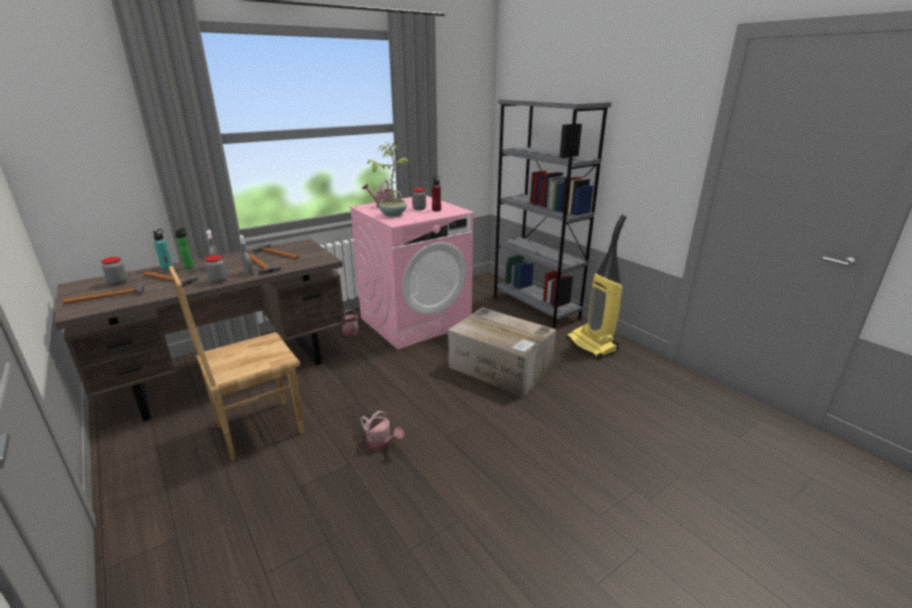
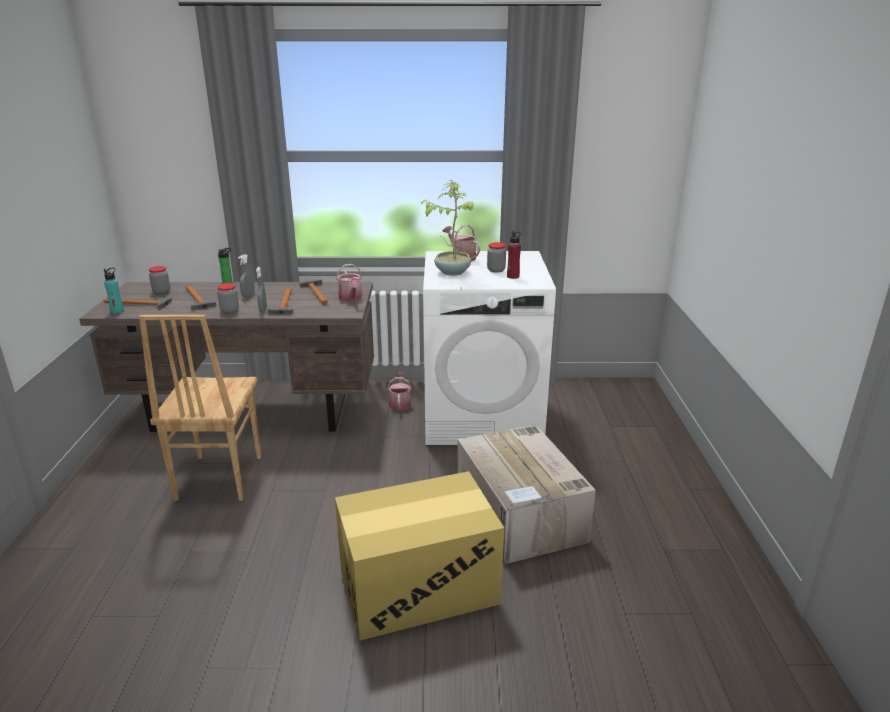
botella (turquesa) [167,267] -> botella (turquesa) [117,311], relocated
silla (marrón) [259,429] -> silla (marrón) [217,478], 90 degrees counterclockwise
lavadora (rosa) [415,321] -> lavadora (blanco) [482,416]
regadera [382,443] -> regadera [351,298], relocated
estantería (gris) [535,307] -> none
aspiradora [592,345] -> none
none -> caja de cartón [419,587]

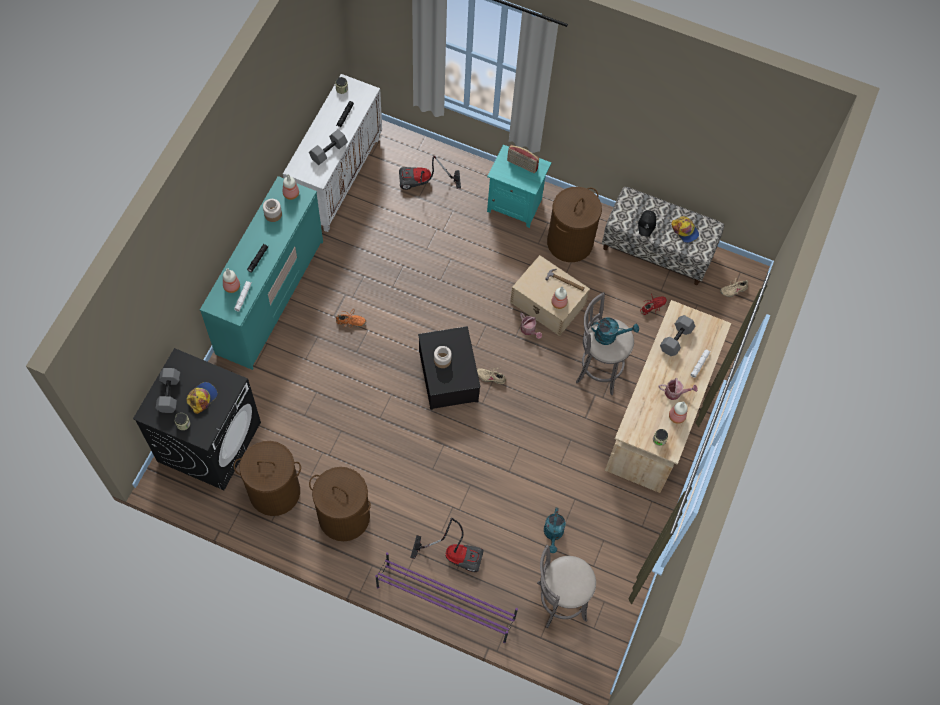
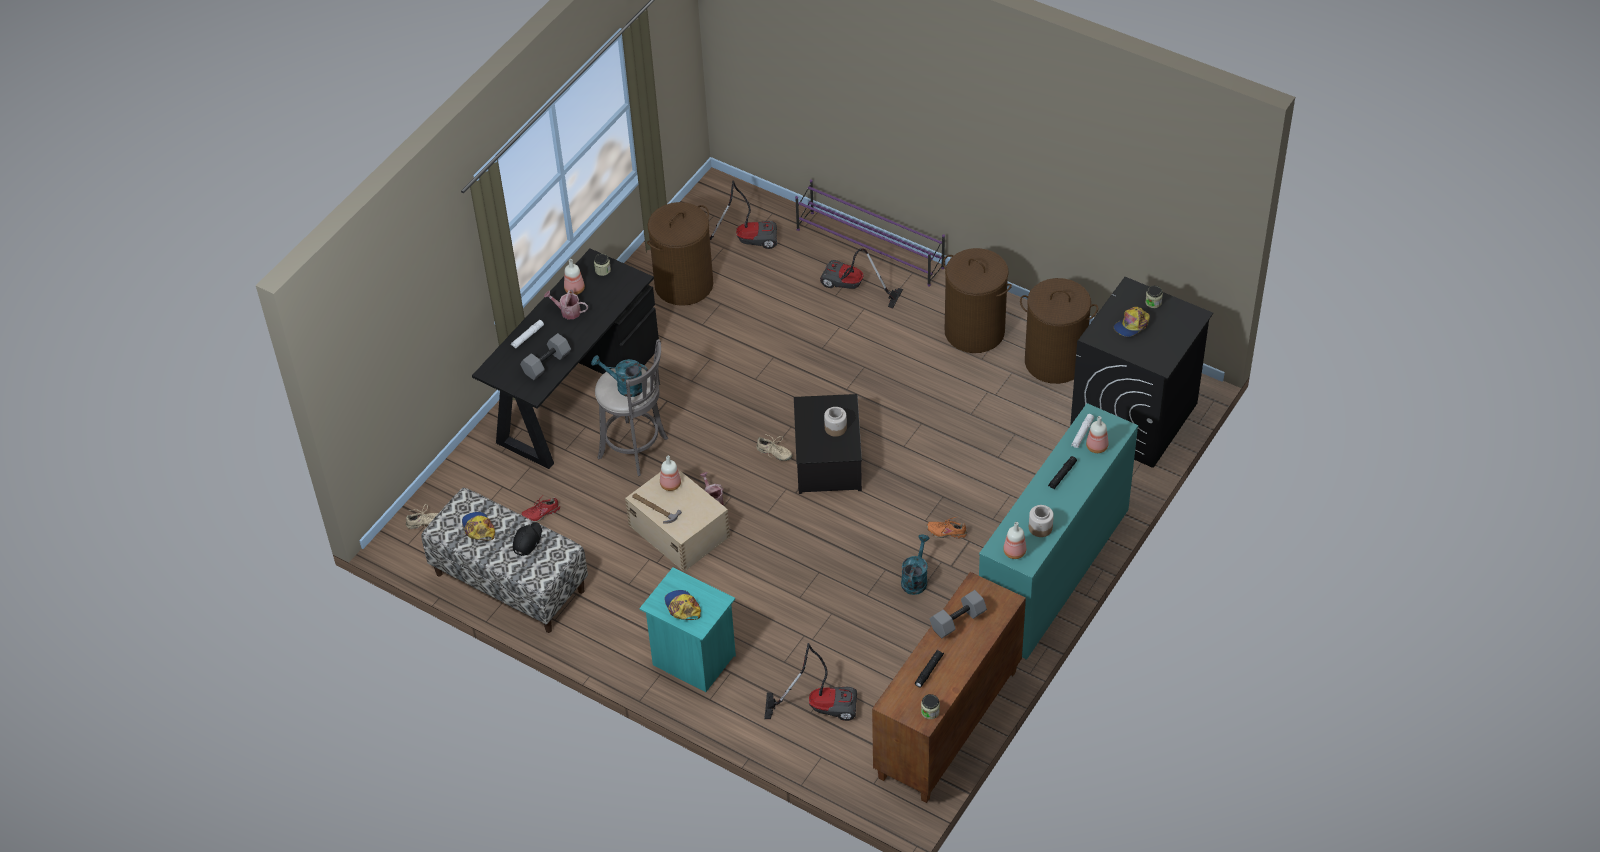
mancuerna (gris) [170,394] -> none
armario (blanco) [337,177] -> armario (marrón) [948,725]
radio [522,165] -> gorra [682,607]
taburete (gris) [558,602] -> aspiradora [746,239]
regadera (turquesa) [553,534] -> regadera (turquesa) [915,579], relocated
cesto de la ropa (marrón) [570,243] -> cesto de la ropa (marrón) [684,284], relocated
escritorio (beis) [660,414] -> escritorio (negro) [574,396]

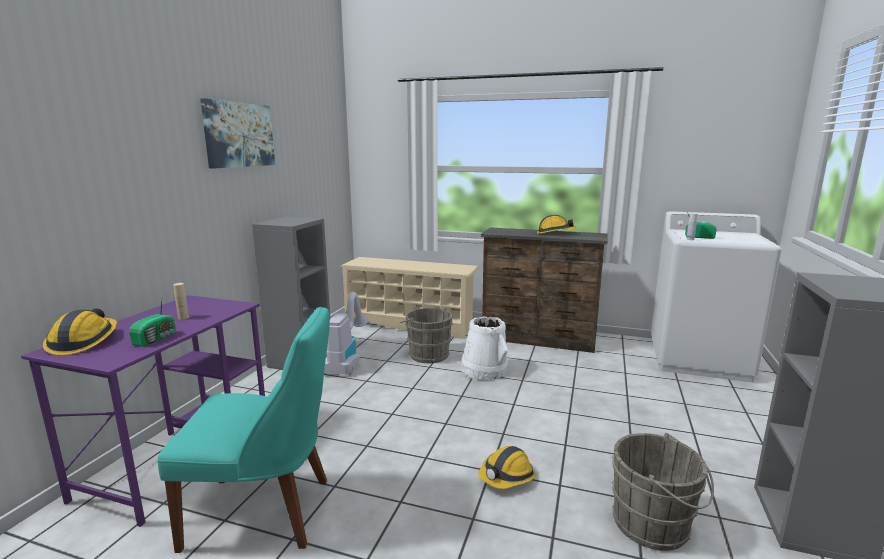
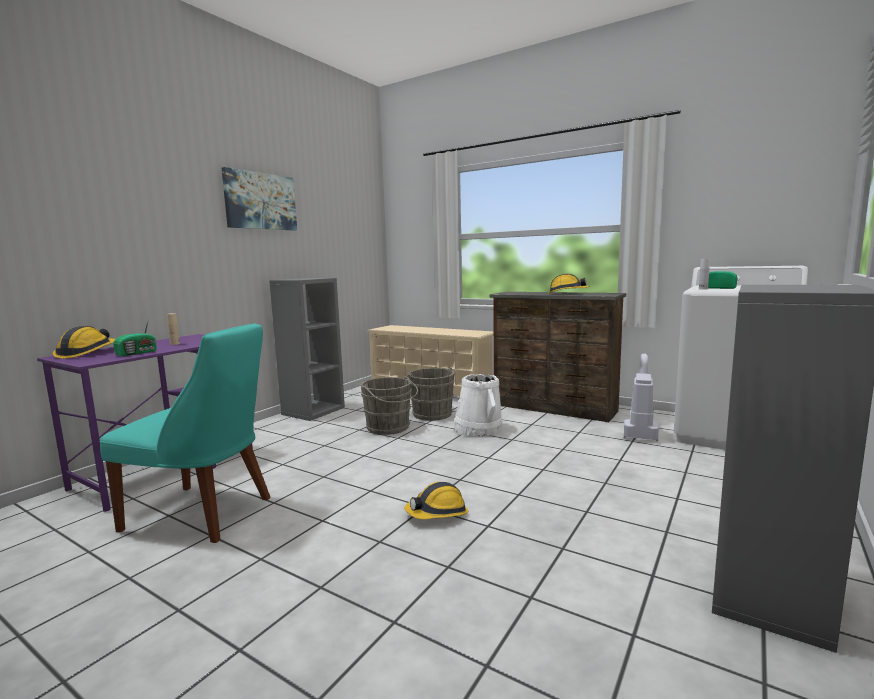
aspiradora [347,361] -> aspiradora [640,428], relocated
cubo (gris) [655,525] -> cubo (gris) [389,428], relocated

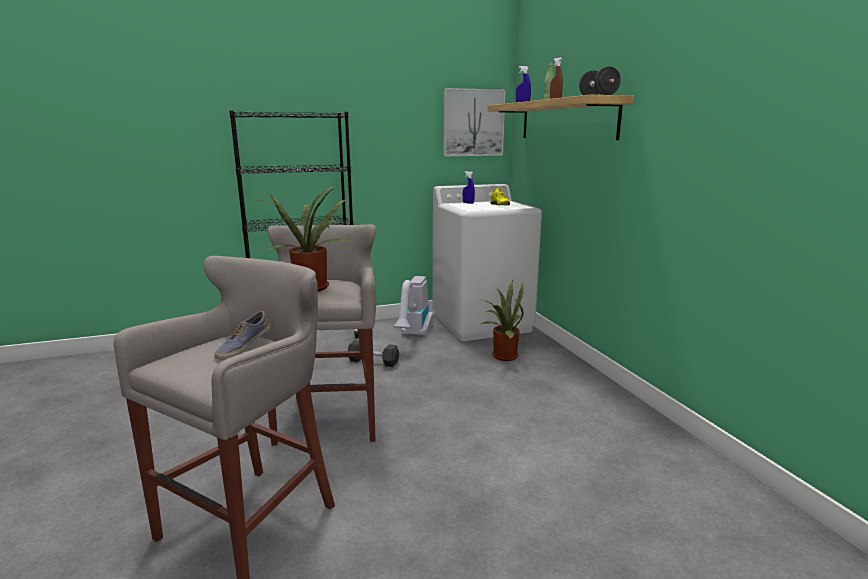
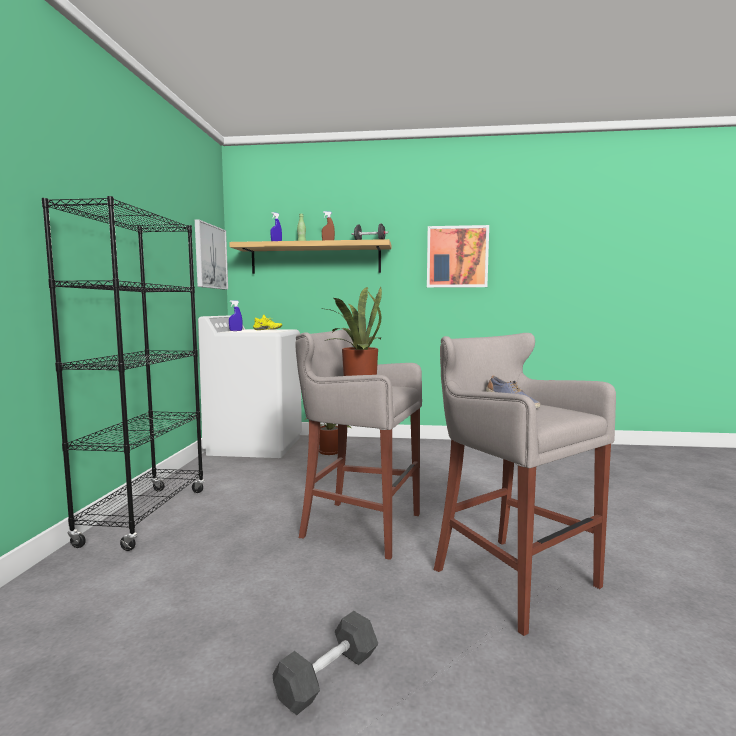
mancuerna (gris) [373,362] -> mancuerna (gris) [328,677], relocated
aspiradora [414,335] -> none
none -> cuadro [457,257]

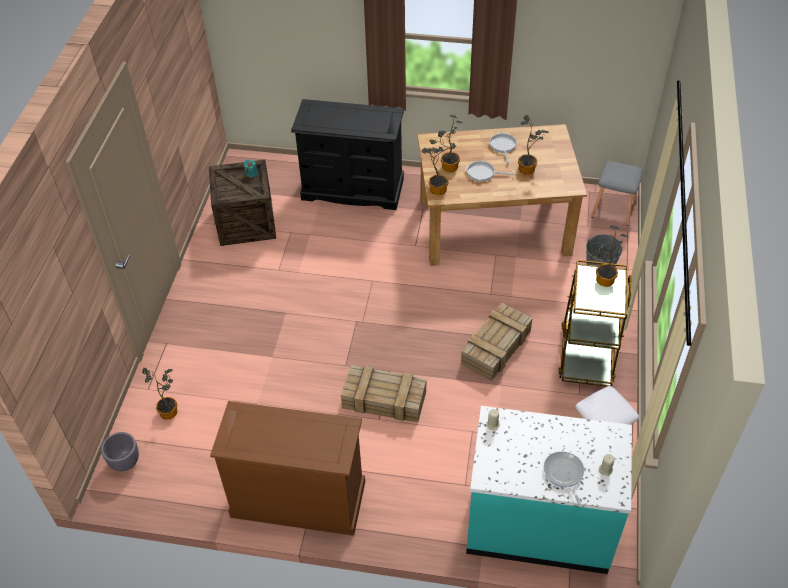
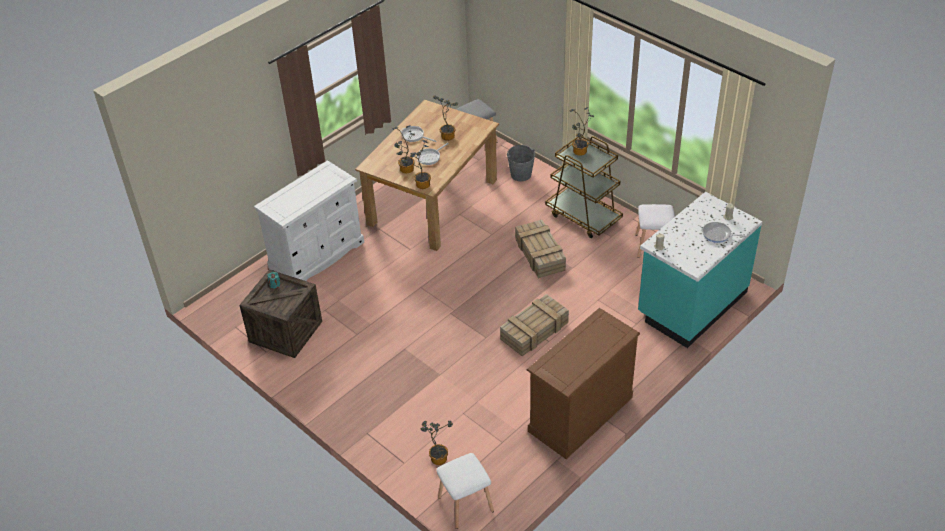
maceta (gris) [125,463] -> taburete (blanco) [465,505]
cómoda (negro) [353,189] -> cómoda (blanco) [317,255]

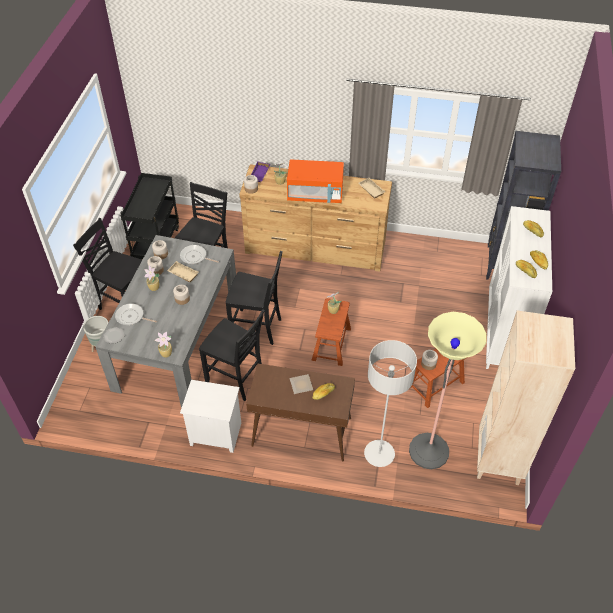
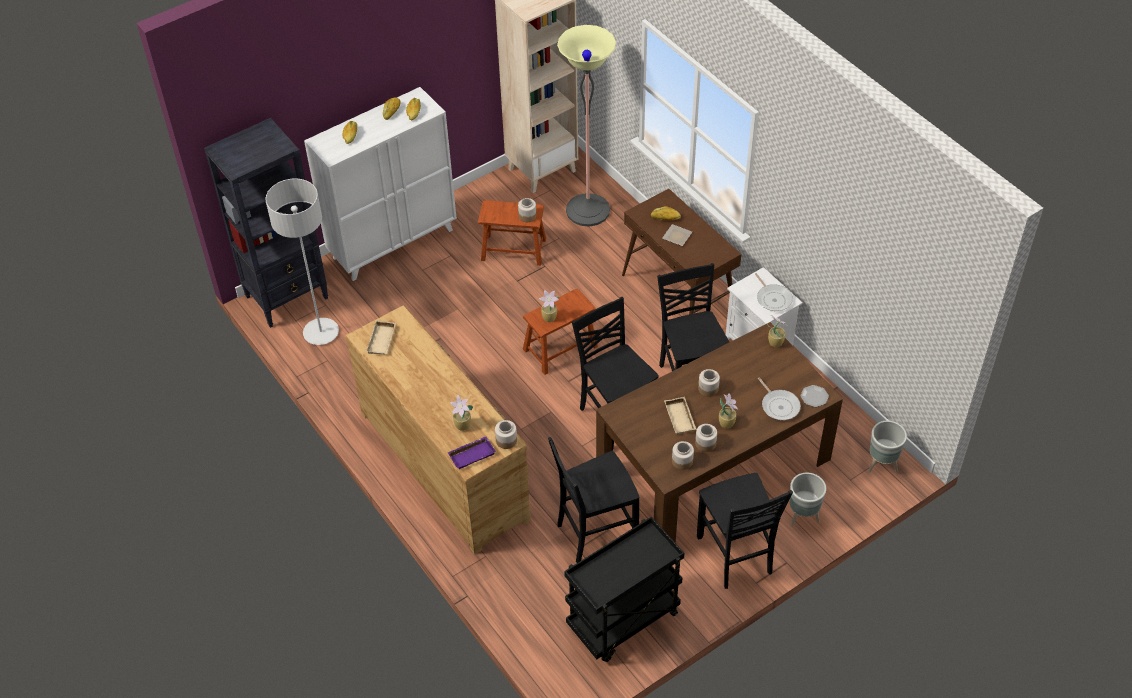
mesa de comedor (gris) [177,341] -> mesa de comedor (marrón) [713,464]
sartén [195,257] -> sartén [773,298], relocated
microondas (naranja) [315,194] -> none
lámpara de pie (gris) [379,454] -> lámpara de pie (gris) [321,332], relocated
none -> maceta (gris) [881,464]

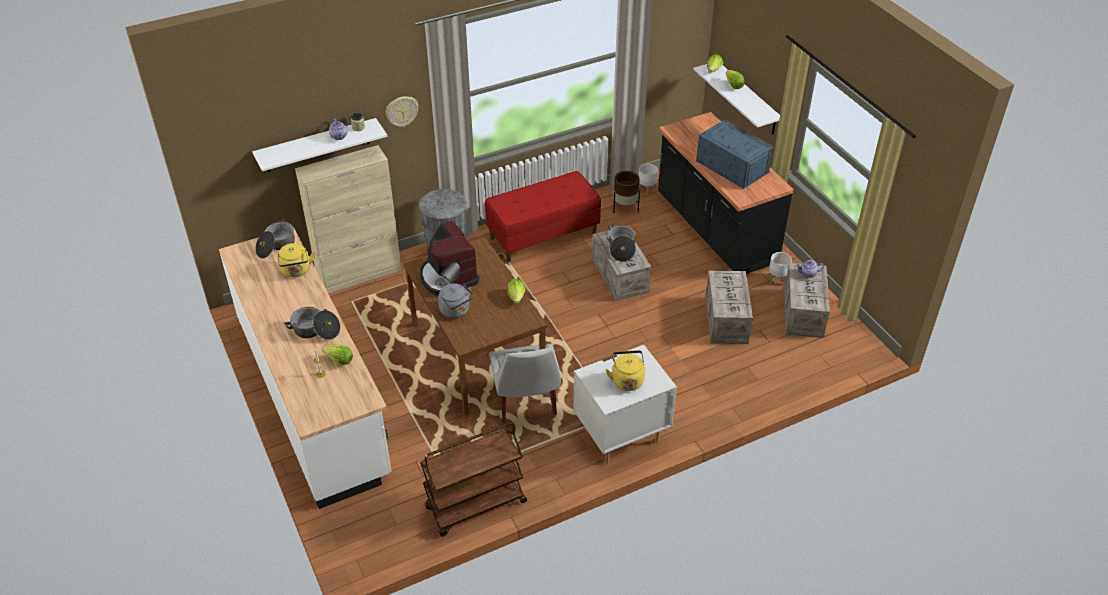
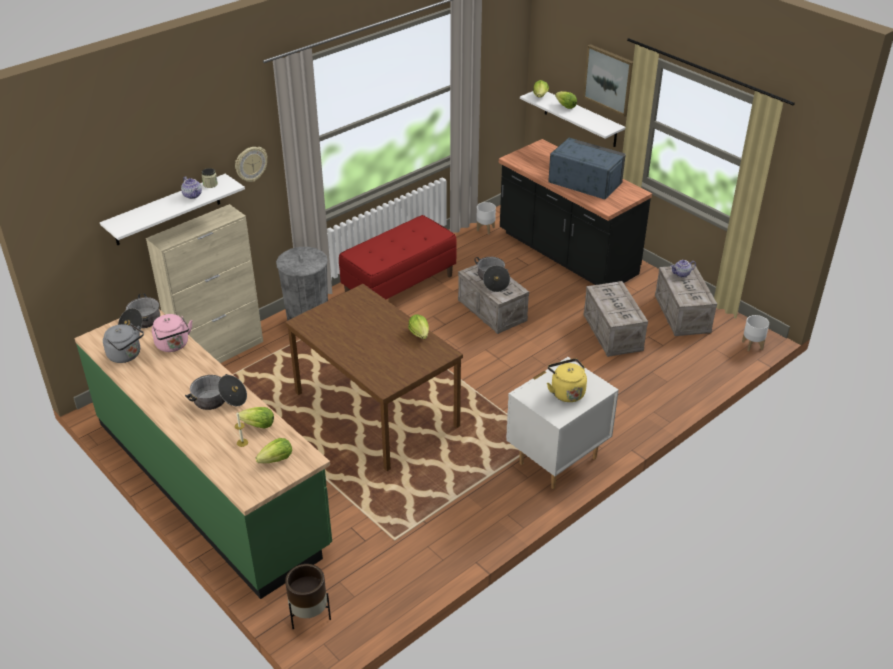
mueble bajo de cocina (blanco) [313,395] -> mueble bajo de cocina (verde) [211,483]
hervidor (amarillo) [296,271] -> hervidor (rosa) [173,345]
cafetera [448,277] -> none
carrito (marrón) [475,506] -> none
hervidor (gris) [456,311] -> hervidor (gris) [126,355], relocated
silla (blanco) [526,403] -> none
maceta (marrón) [625,208] -> maceta (marrón) [309,615], relocated
maceta (blanco) [777,279] -> maceta (blanco) [752,345], relocated
none -> lechuga [277,460]
none -> cuadro [609,79]

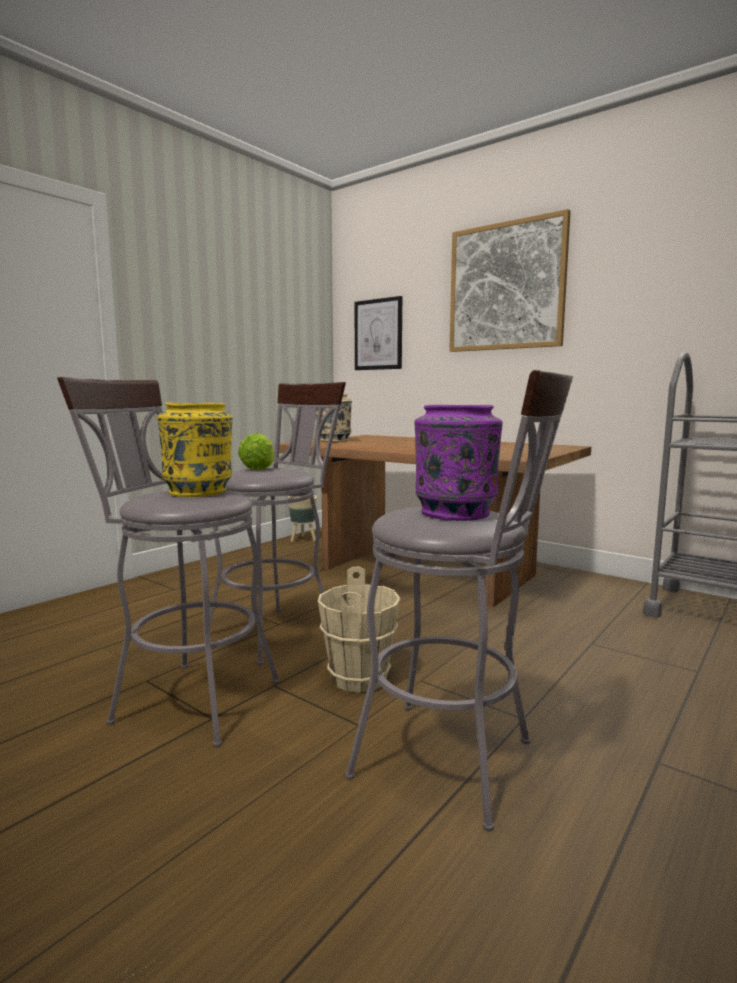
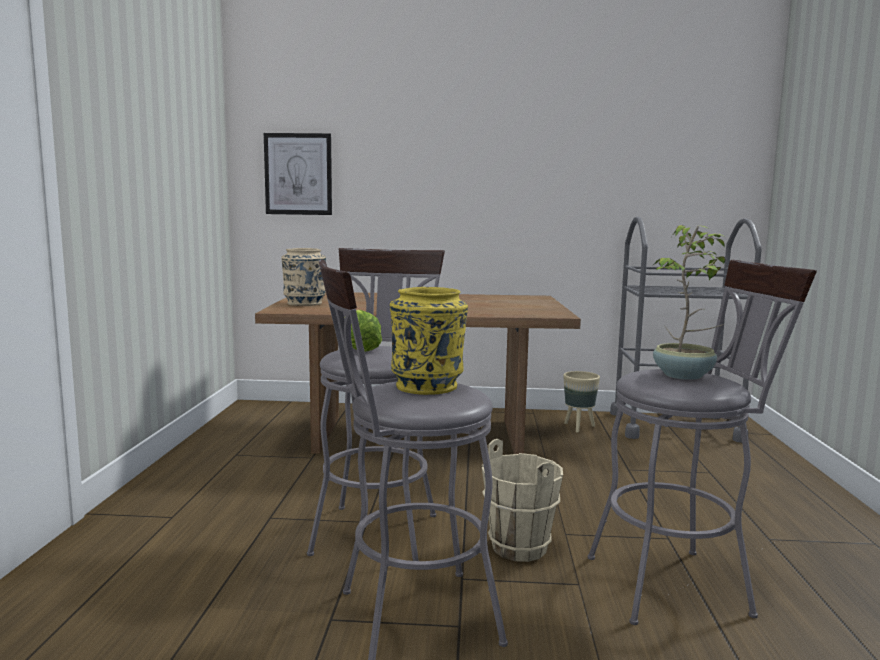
maceta (beis) [303,540] -> maceta (beis) [578,427], relocated
florero (morado) [455,513] -> planta en maceta [684,376]
cuadro [506,287] -> none

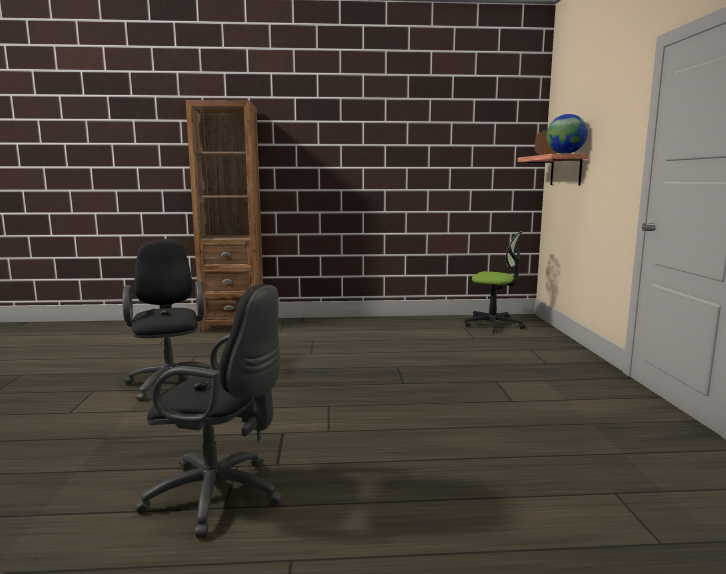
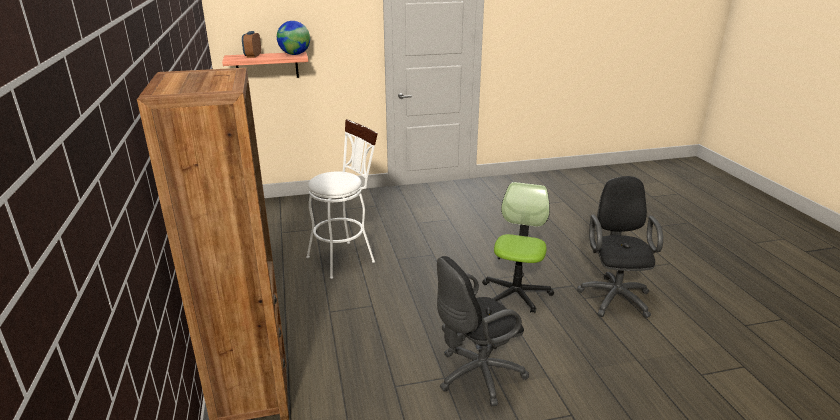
silla de oficina [493,325] -> silla de oficina [516,294], relocated
none -> taburete (blanco) [345,257]

